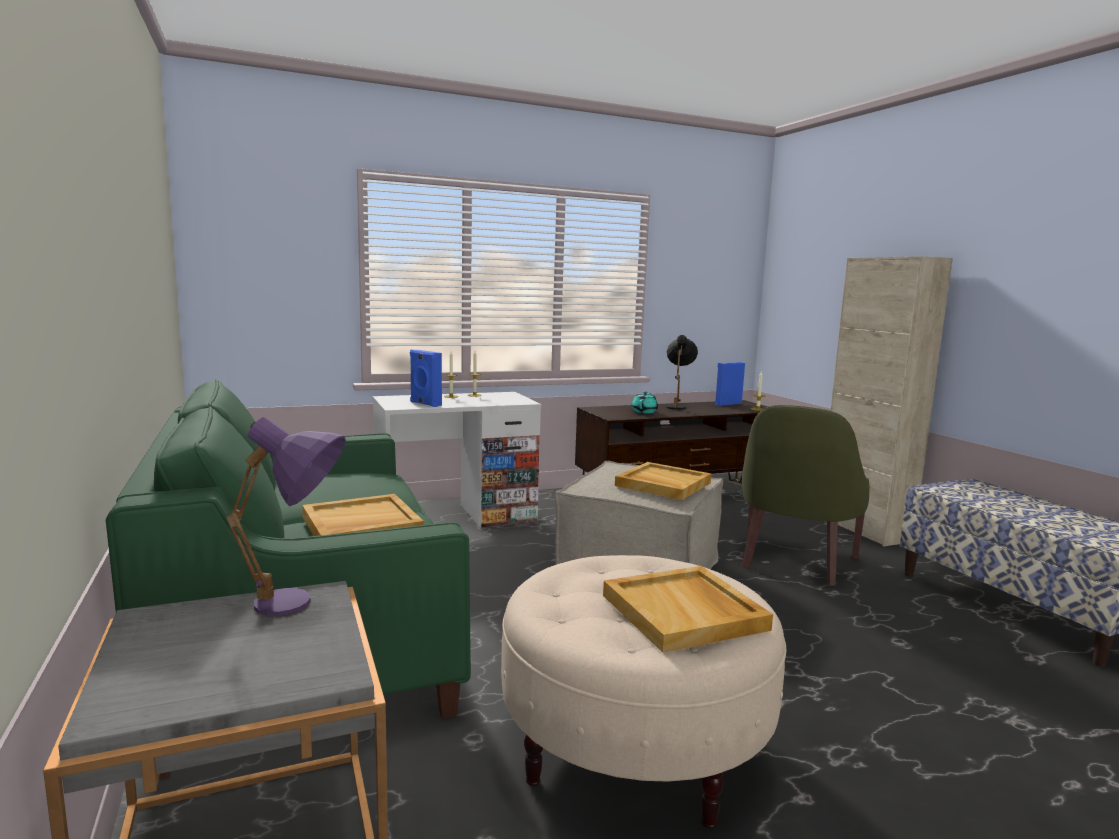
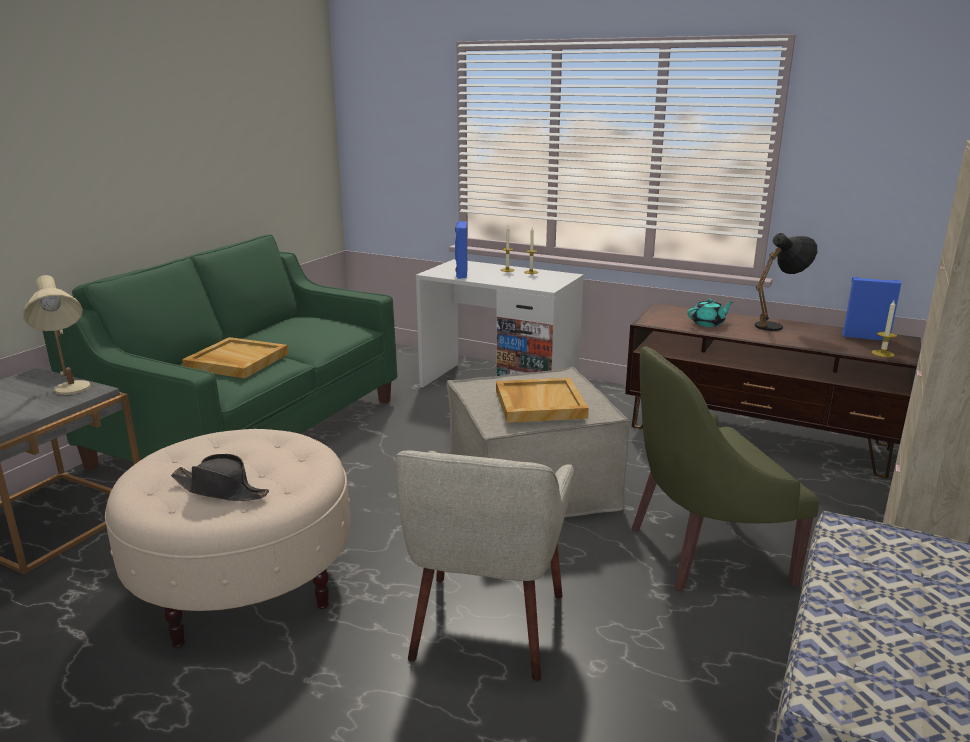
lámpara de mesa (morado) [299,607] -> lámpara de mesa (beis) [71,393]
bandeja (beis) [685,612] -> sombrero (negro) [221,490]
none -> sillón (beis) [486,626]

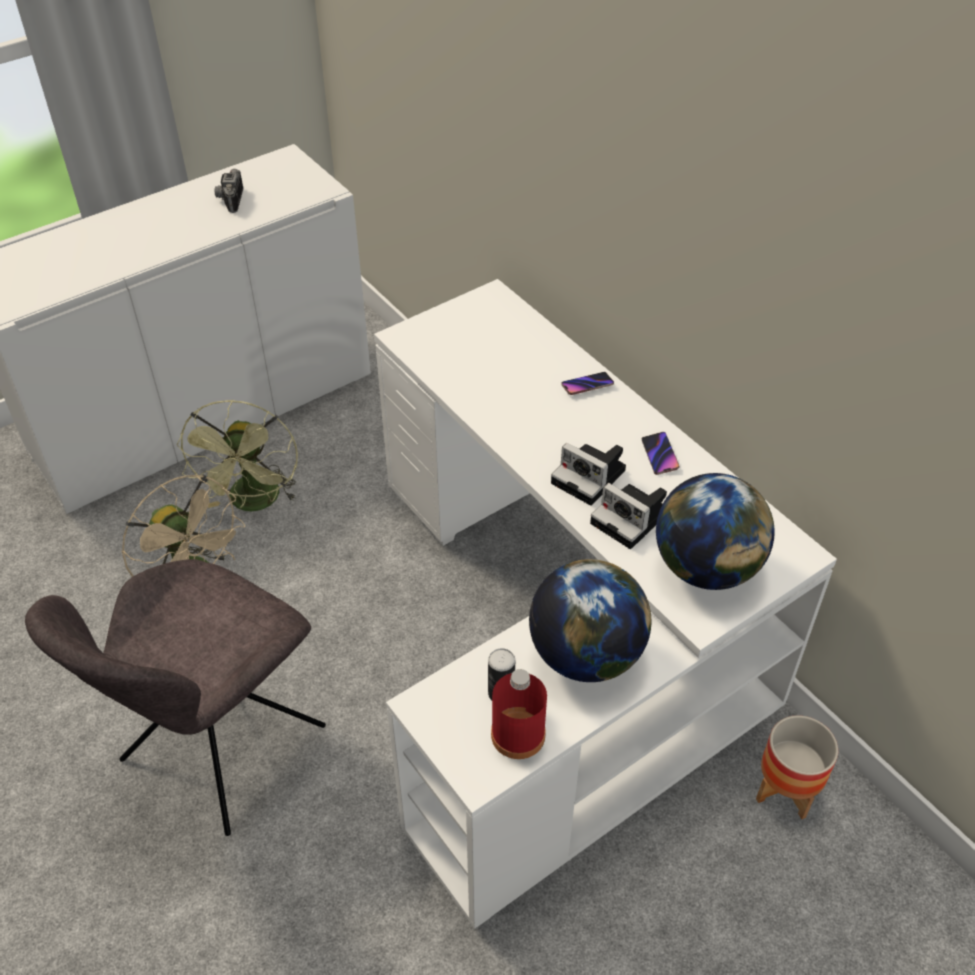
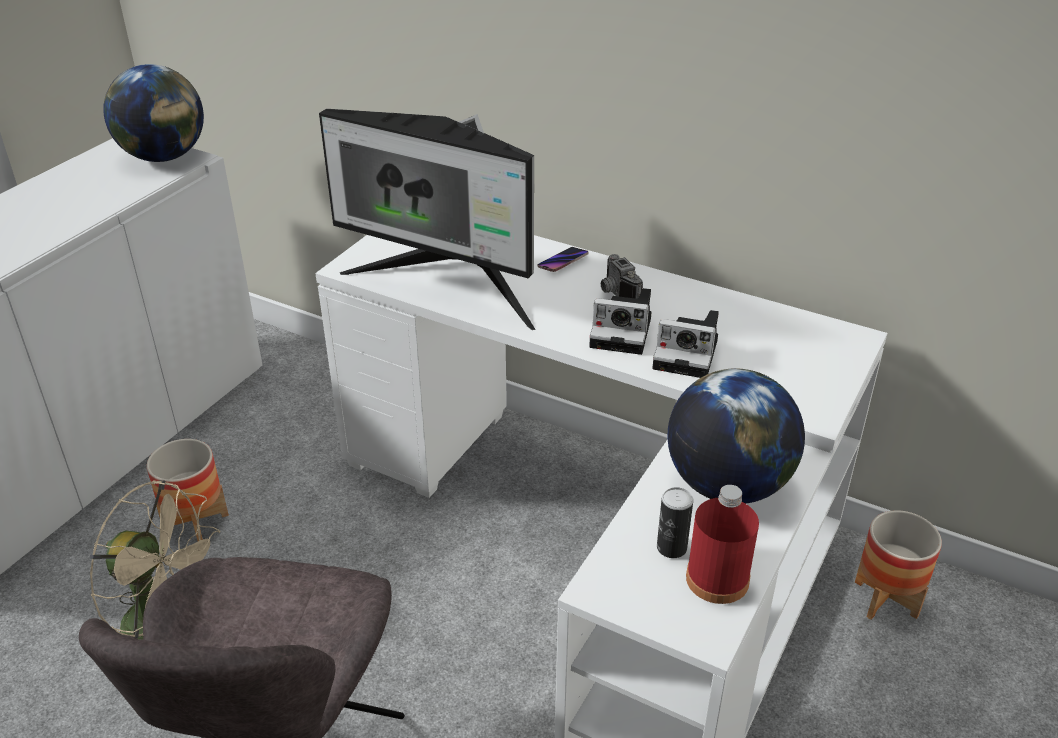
ventilador (verde) [254,503] -> maceta [196,522]
cámara [229,200] -> cámara [615,293], relocated
móvil [659,455] -> none
globo terráqueo [706,568] -> globo terráqueo [164,157], relocated
none -> monitor [449,286]

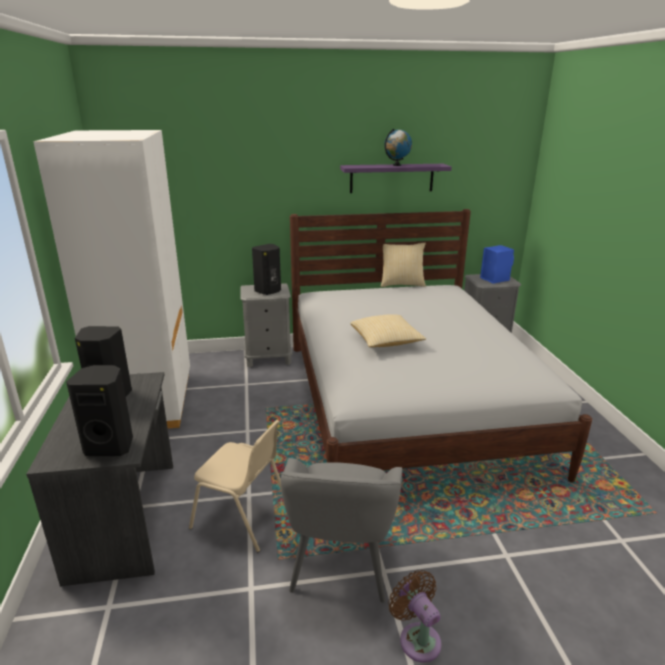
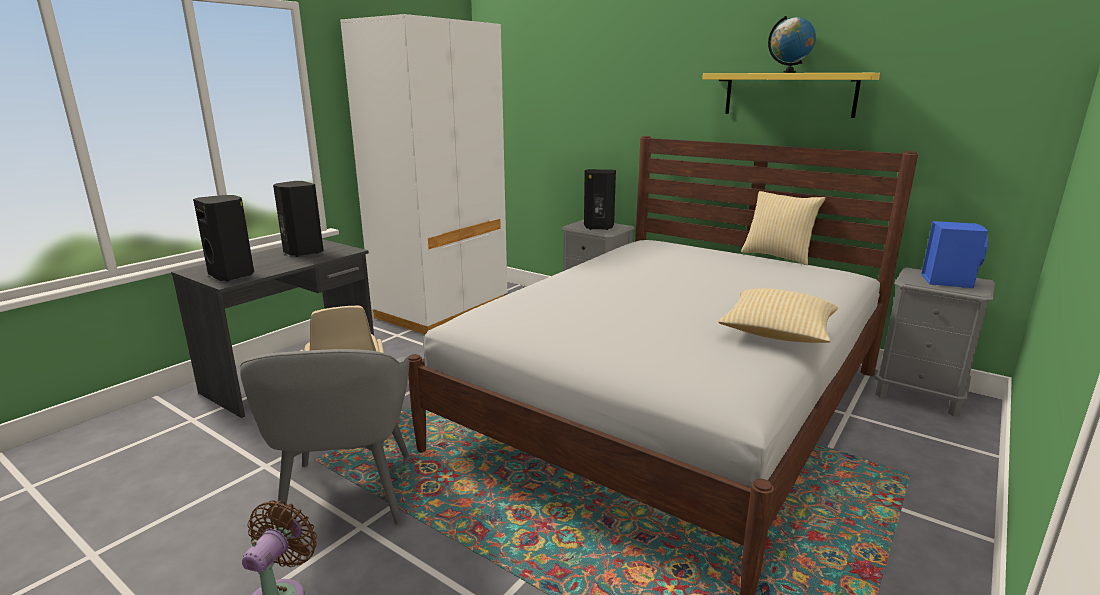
sillón (gris) [341,562] -> sillón (gris) [347,494], 60 degrees counterclockwise
estante (morado) [391,178] -> estante (amarillo) [789,94]
cojín [386,342] -> cojín [777,334], relocated

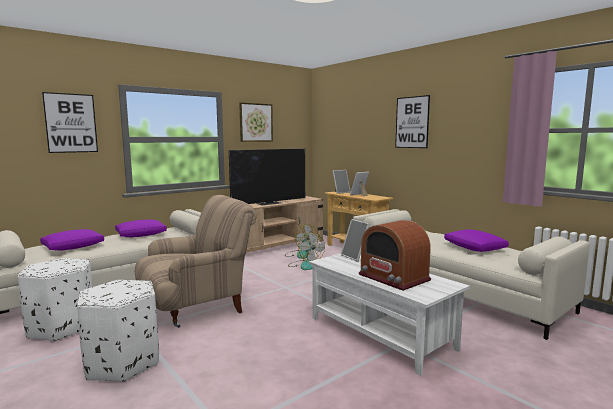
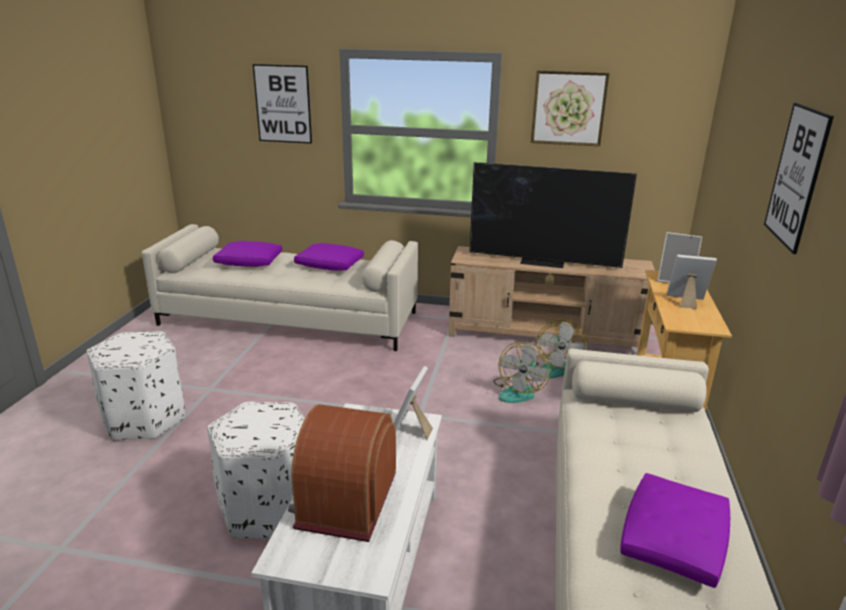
puf (blanco) [62,327] -> puf (blanco) [268,508], relocated
sillón (beis) [197,306] -> none

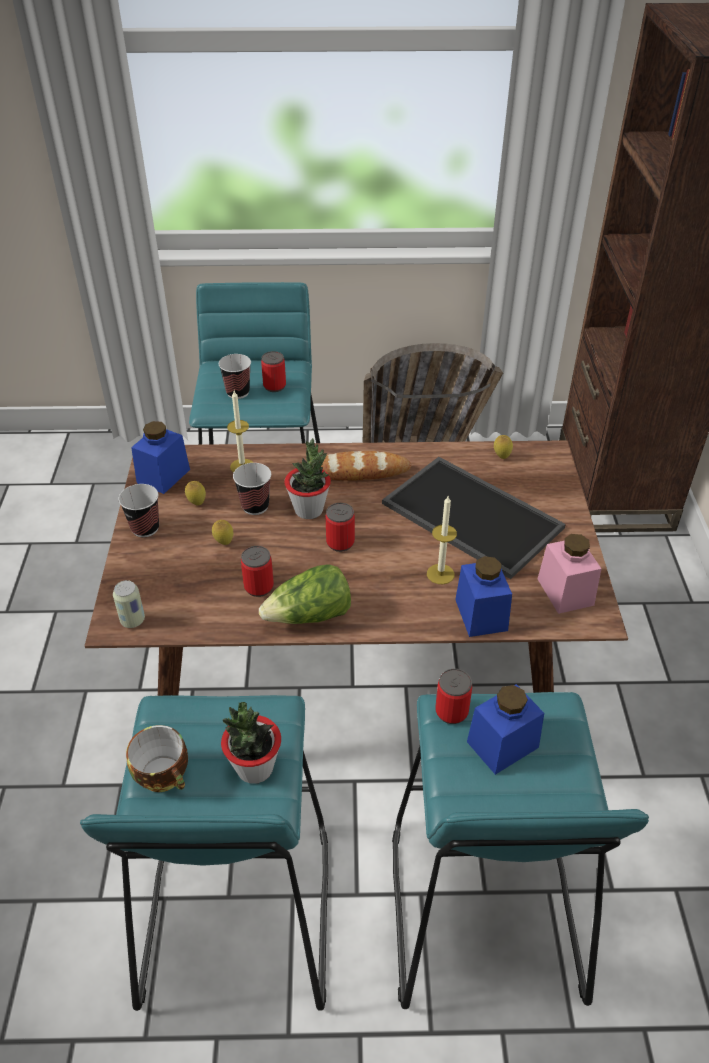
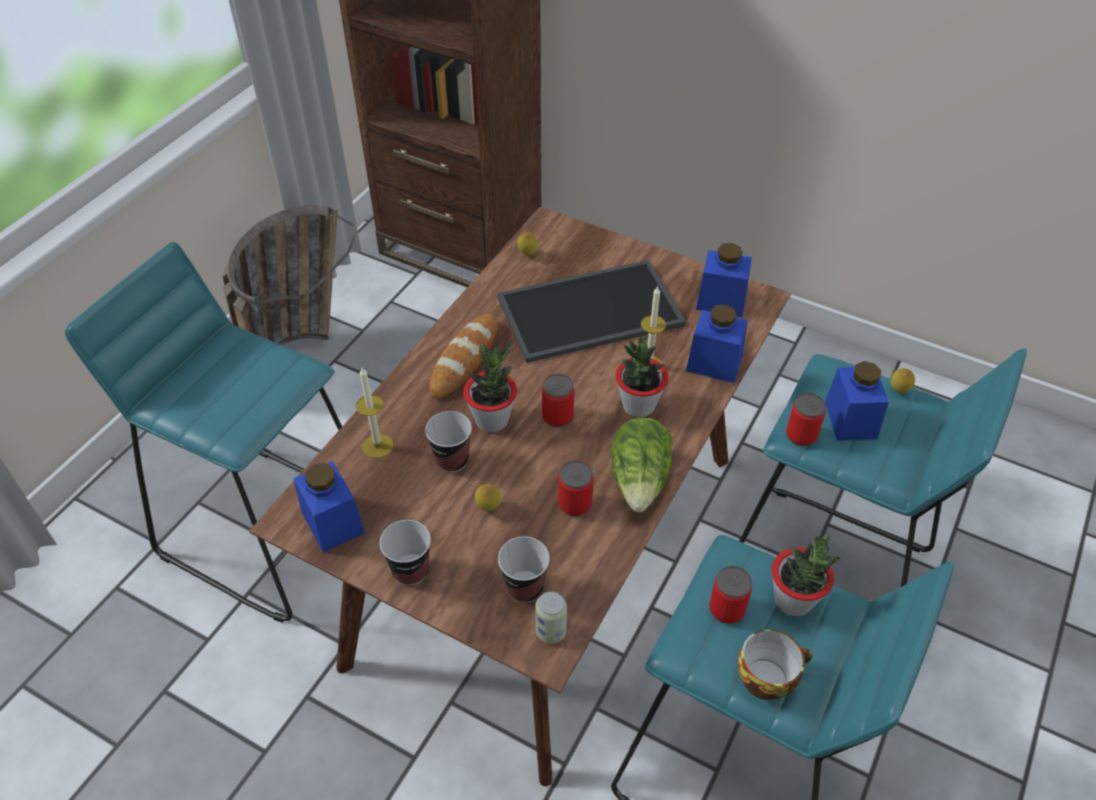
limón [197,503] -> limón [898,391], relocated
taza [238,392] -> taza [524,588], relocated
lata [274,386] -> lata [726,609], relocated
tarro (rosa) [565,592] -> tarro (azul) [721,301]
none -> planta en maceta [638,406]

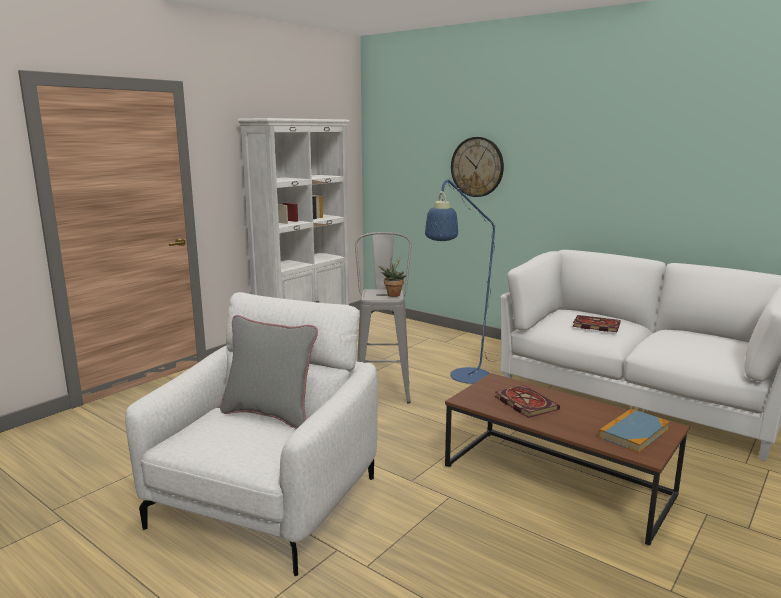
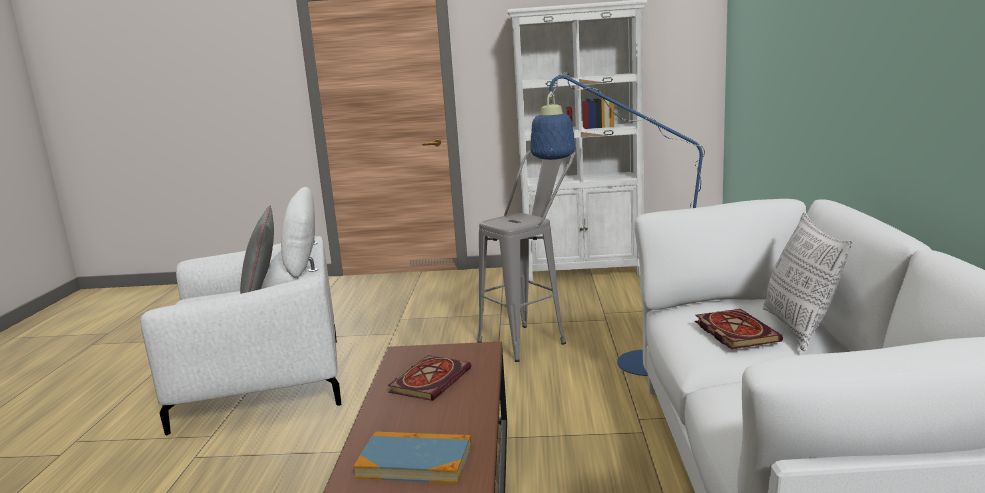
planta en maceta [393,294] -> none
reloj de pared [477,167] -> none
none -> cojín [799,328]

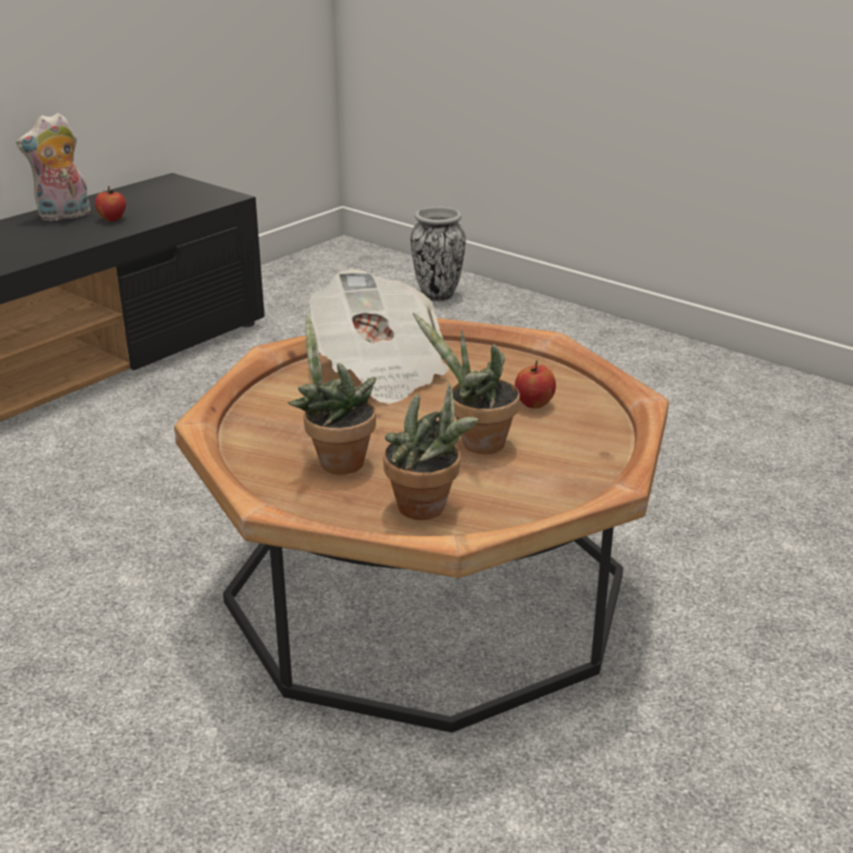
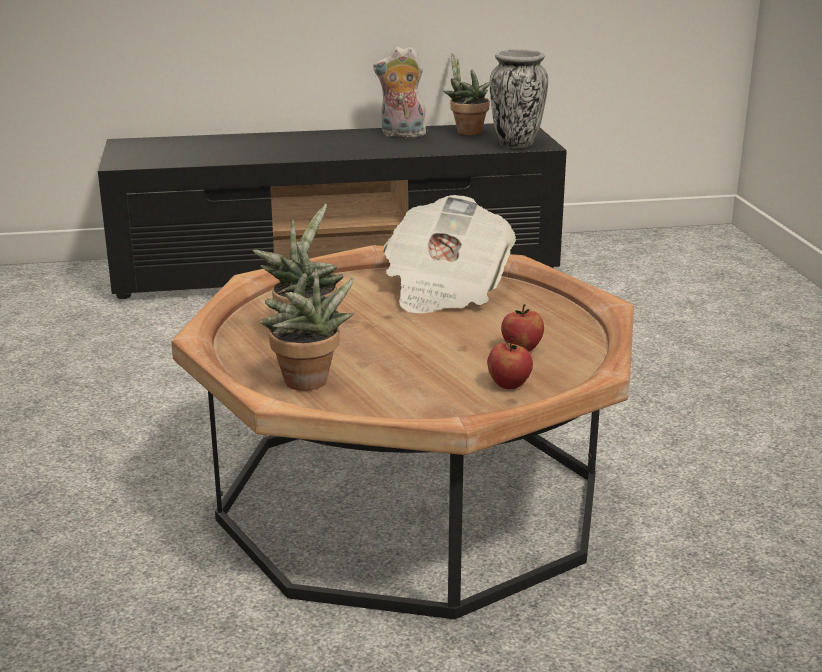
manzana [112,219] -> manzana [509,385], relocated
florero [437,295] -> florero [515,144], relocated
planta en maceta [476,444] -> planta en maceta [466,131], relocated

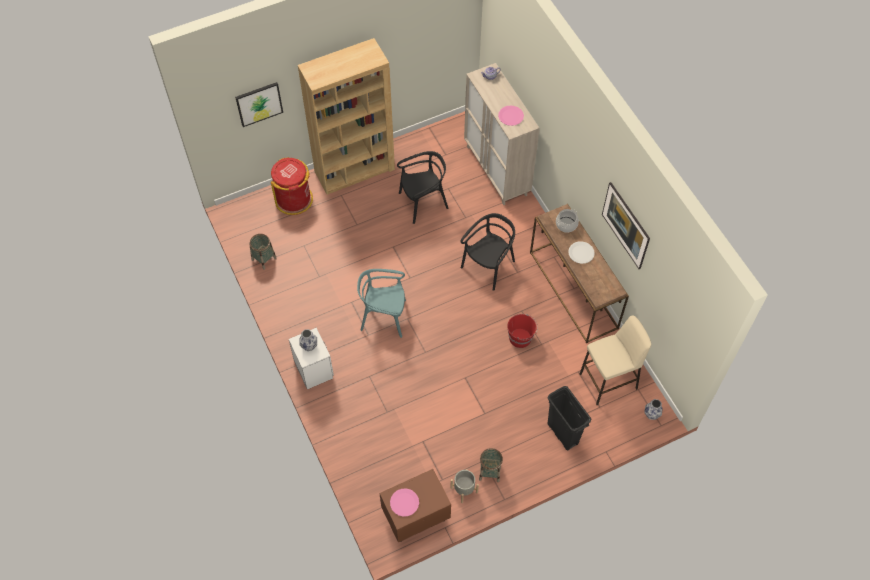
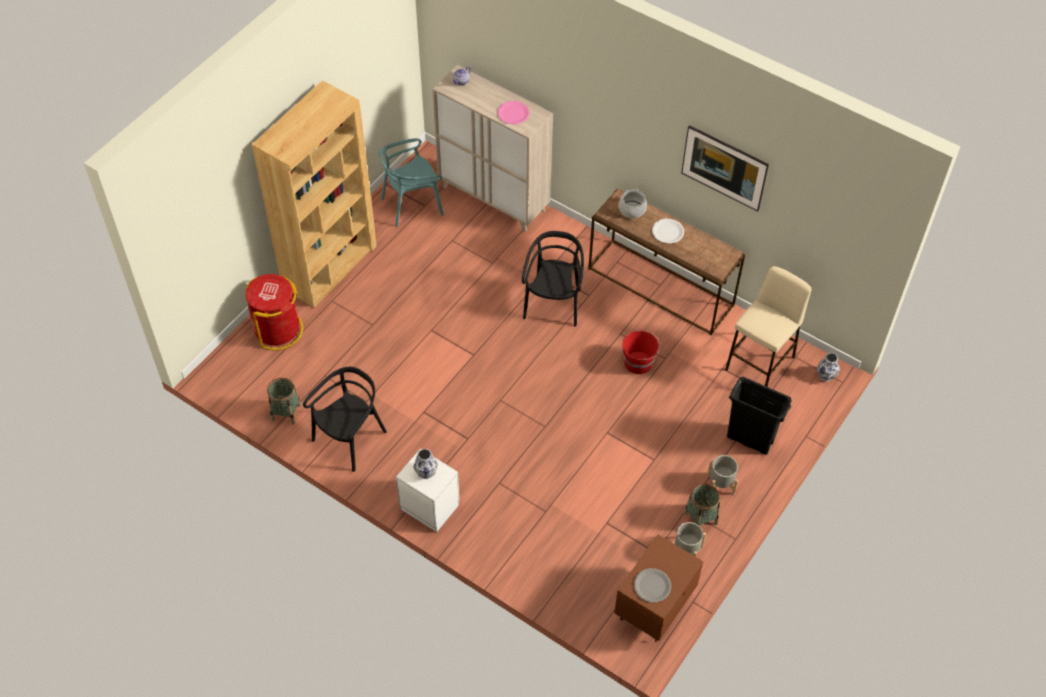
cuadro [259,103] -> none
silla (turquesa) [384,317] -> silla (turquesa) [412,204], relocated
plato (rosa) [404,502] -> plato (gris) [652,586]
silla (negro) [423,202] -> silla (negro) [350,438], relocated
none -> maceta (gris) [720,484]

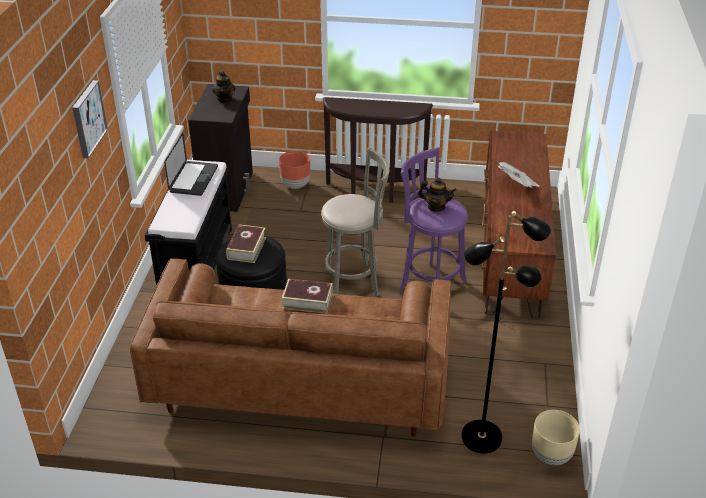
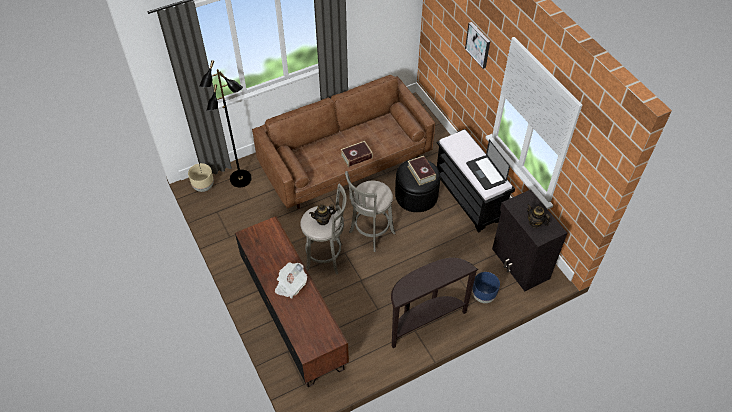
maceta (marrón) [295,185] -> maceta (azul) [483,296]
taburete (morado) [430,283] -> taburete (gris) [326,258]

